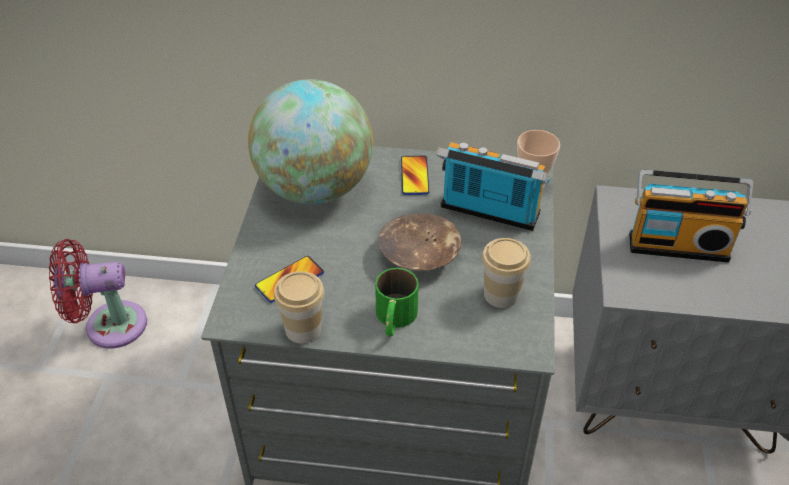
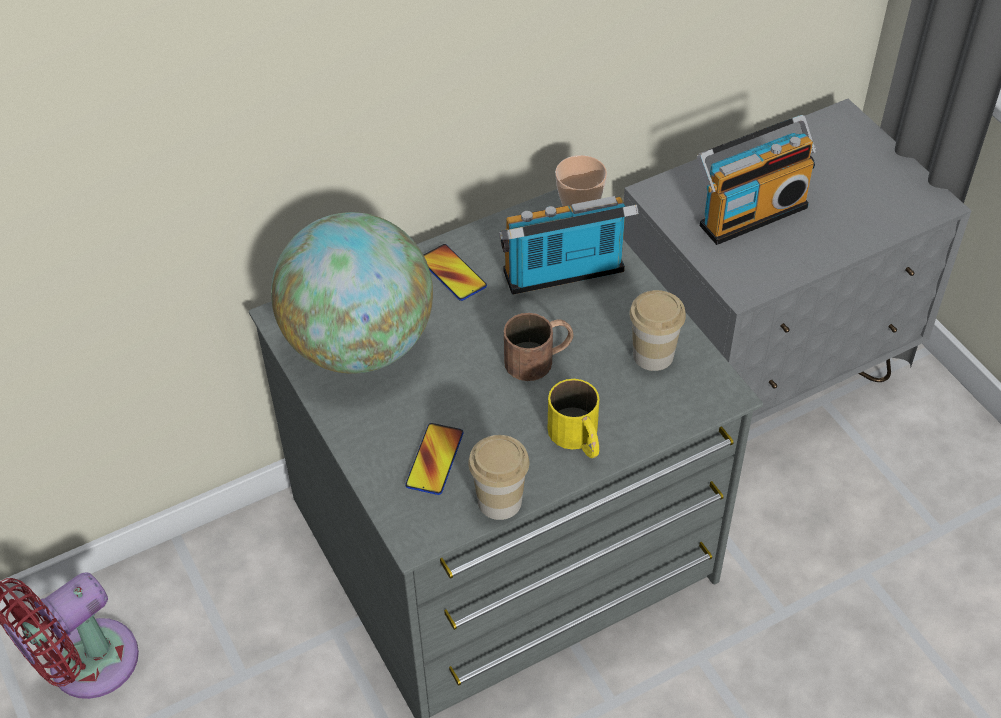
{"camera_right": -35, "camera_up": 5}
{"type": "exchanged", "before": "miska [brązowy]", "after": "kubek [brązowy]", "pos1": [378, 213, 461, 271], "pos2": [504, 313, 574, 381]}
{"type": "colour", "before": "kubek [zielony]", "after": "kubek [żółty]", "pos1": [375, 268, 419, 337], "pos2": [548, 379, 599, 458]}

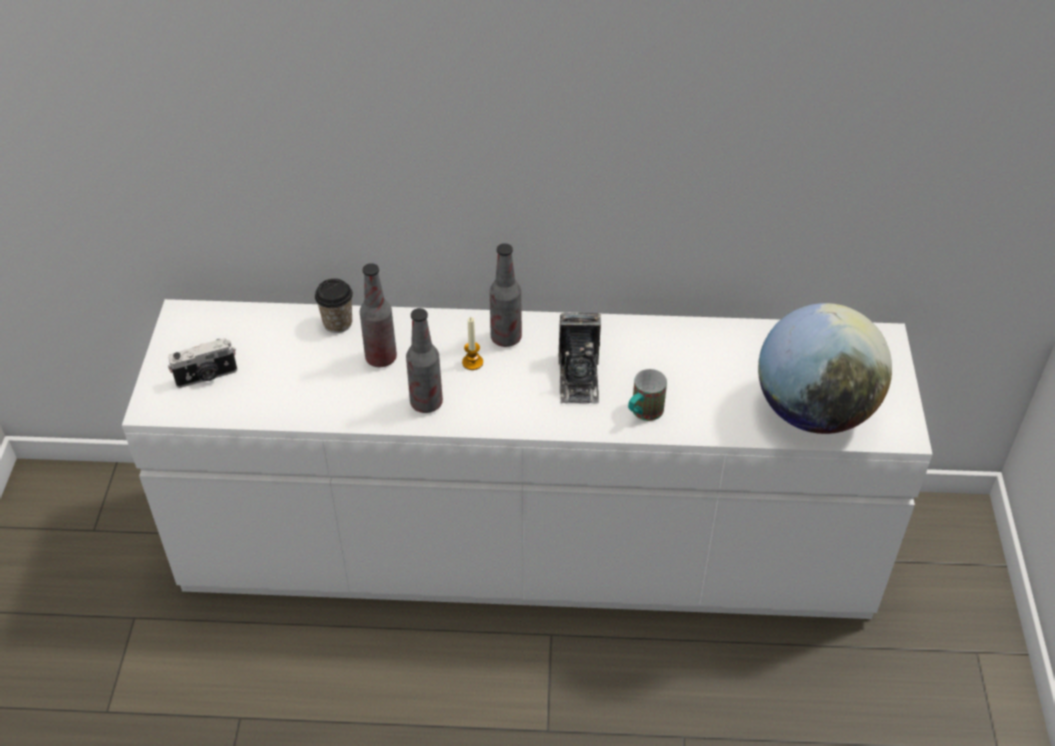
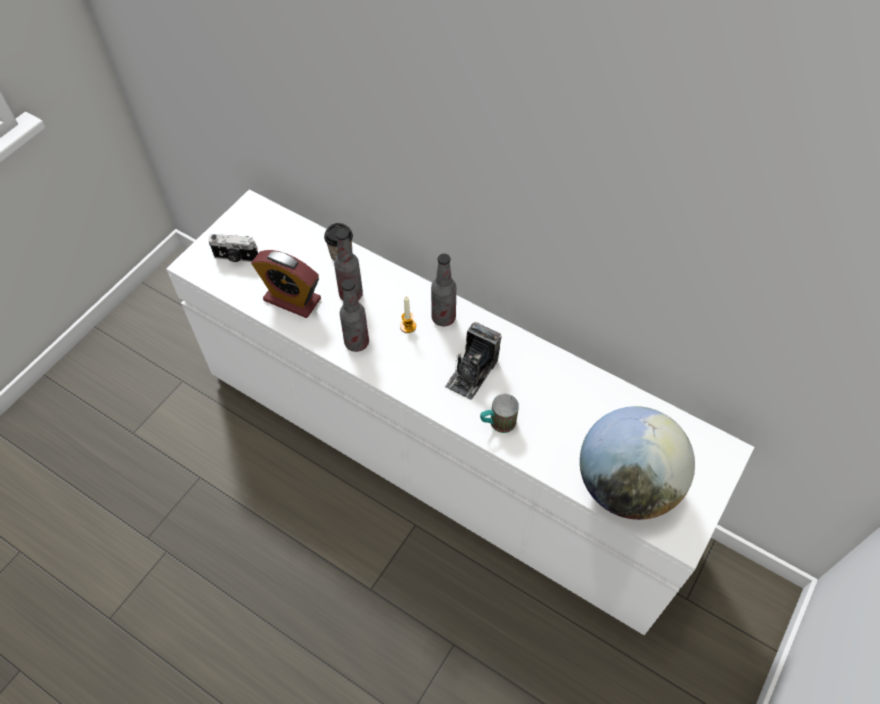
{"camera_right": 30, "camera_up": 10}
{"type": "appeared", "after": "budzik", "pos2": [251, 250, 321, 318]}

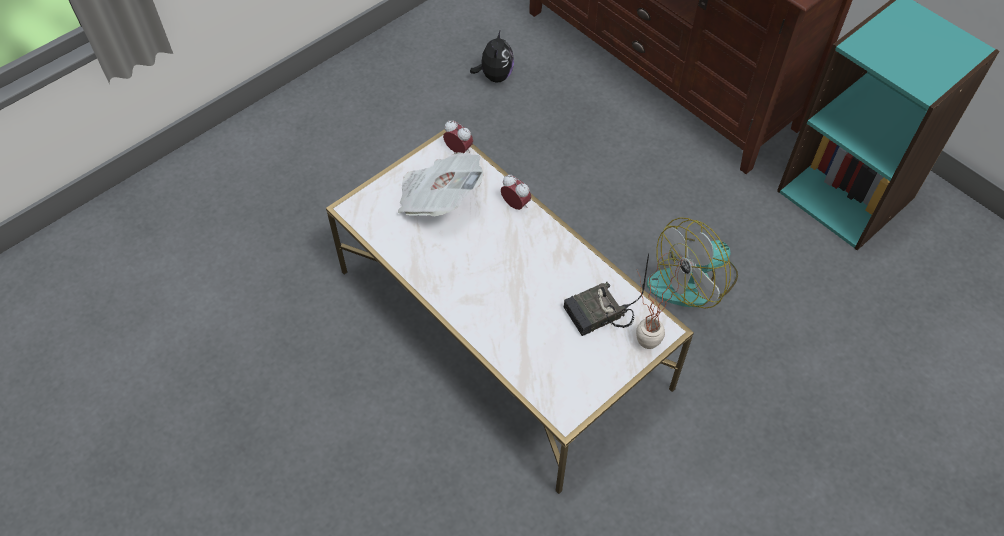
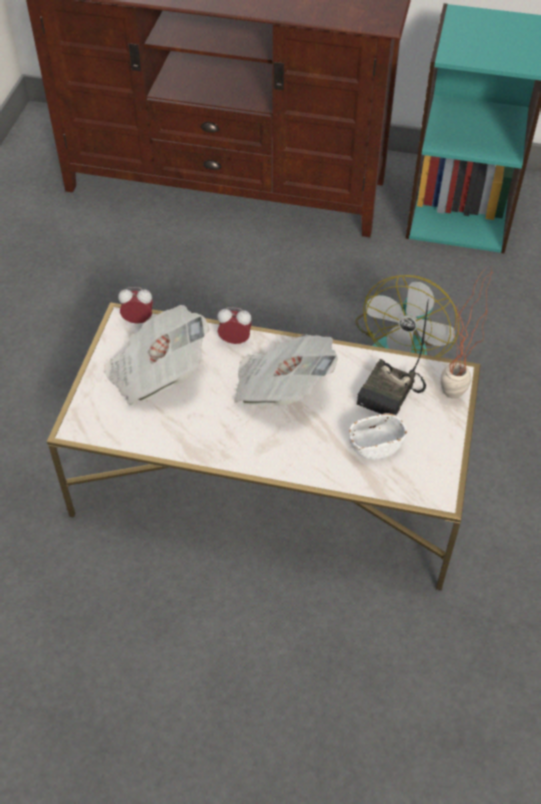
{"camera_right": -35, "camera_up": -5}
{"type": "missing", "before": "pluszak", "pos1": [470, 29, 514, 83]}
{"type": "appeared", "after": "gazeta", "pos2": [234, 334, 338, 406]}
{"type": "appeared", "after": "miska [biały]", "pos2": [349, 413, 407, 460]}

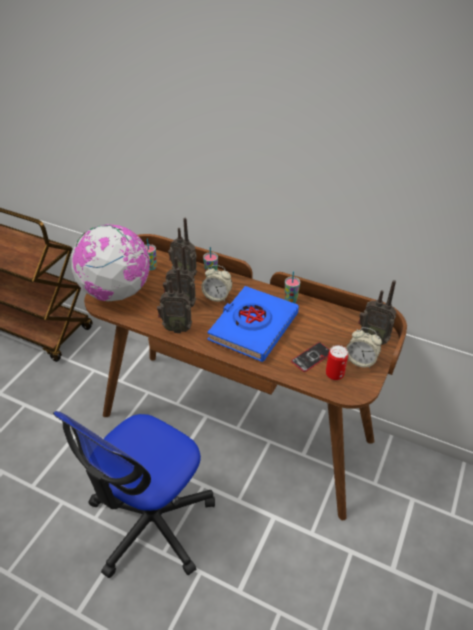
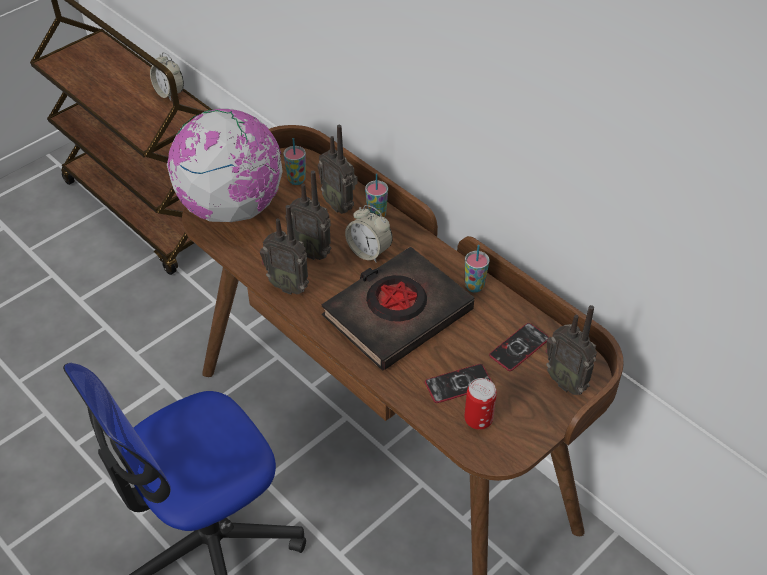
{"camera_right": 20, "camera_up": 5}
{"type": "colour", "before": "książka [niebieski]", "after": "książka [czarny]", "pos1": [207, 286, 299, 362], "pos2": [322, 246, 474, 370]}
{"type": "relocated", "before": "budzik", "pos1": [346, 327, 382, 368], "pos2": [150, 52, 184, 101]}
{"type": "appeared", "after": "telefon", "pos2": [489, 323, 549, 371]}

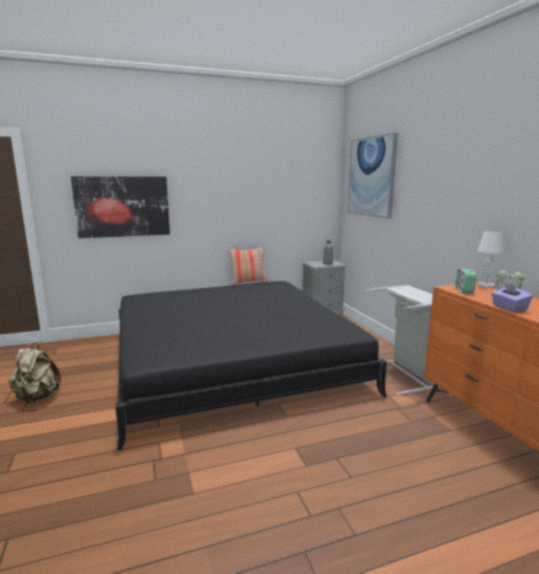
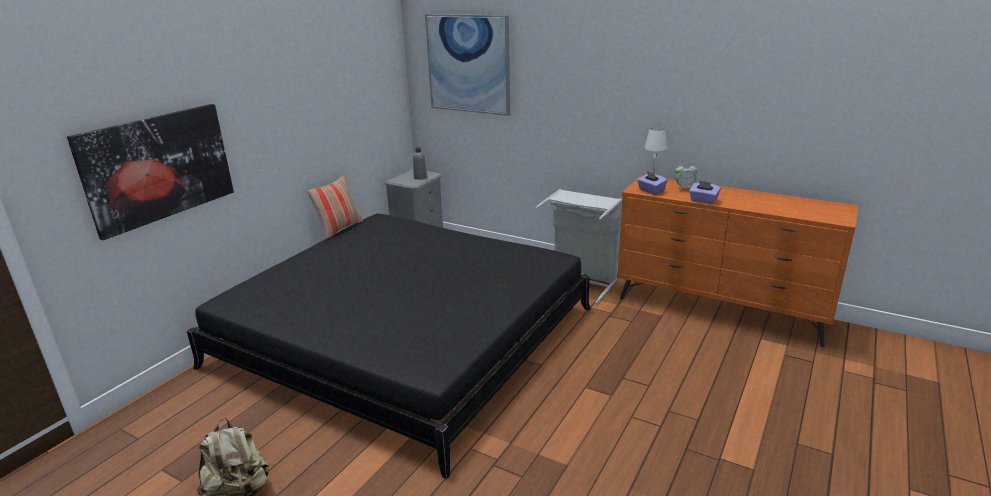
{"camera_right": -40, "camera_up": 10}
{"type": "exchanged", "before": "budzik", "after": "pudełko chusteczek [fioletowy]", "pos1": [455, 269, 477, 294], "pos2": [637, 171, 667, 194]}

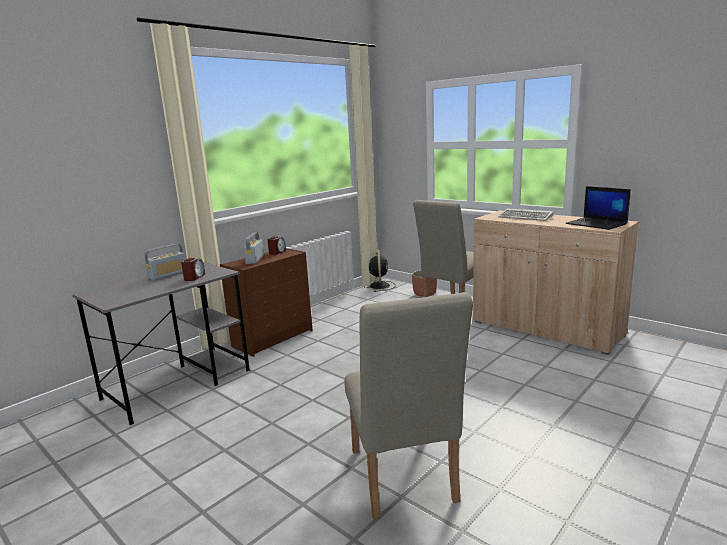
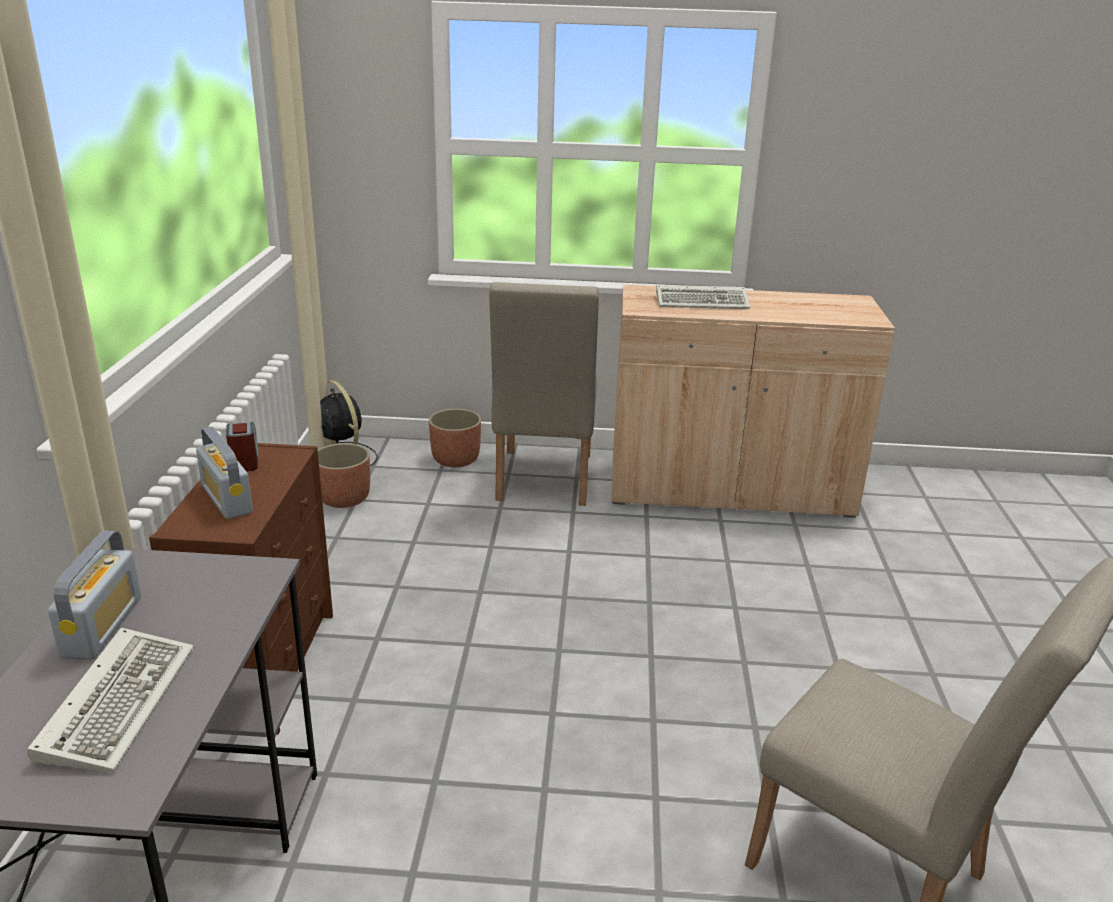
{"camera_right": -40, "camera_up": 10}
{"type": "missing", "before": "laptop", "pos1": [566, 186, 631, 230]}
{"type": "missing", "before": "budzik", "pos1": [181, 258, 205, 281]}
{"type": "appeared", "after": "donica", "pos2": [318, 443, 370, 508]}
{"type": "appeared", "after": "klawiatura", "pos2": [27, 628, 194, 772]}

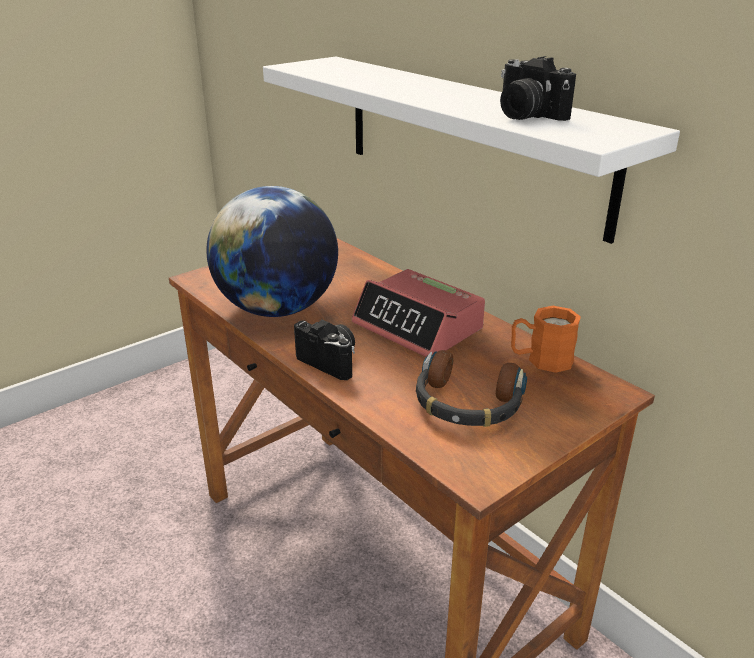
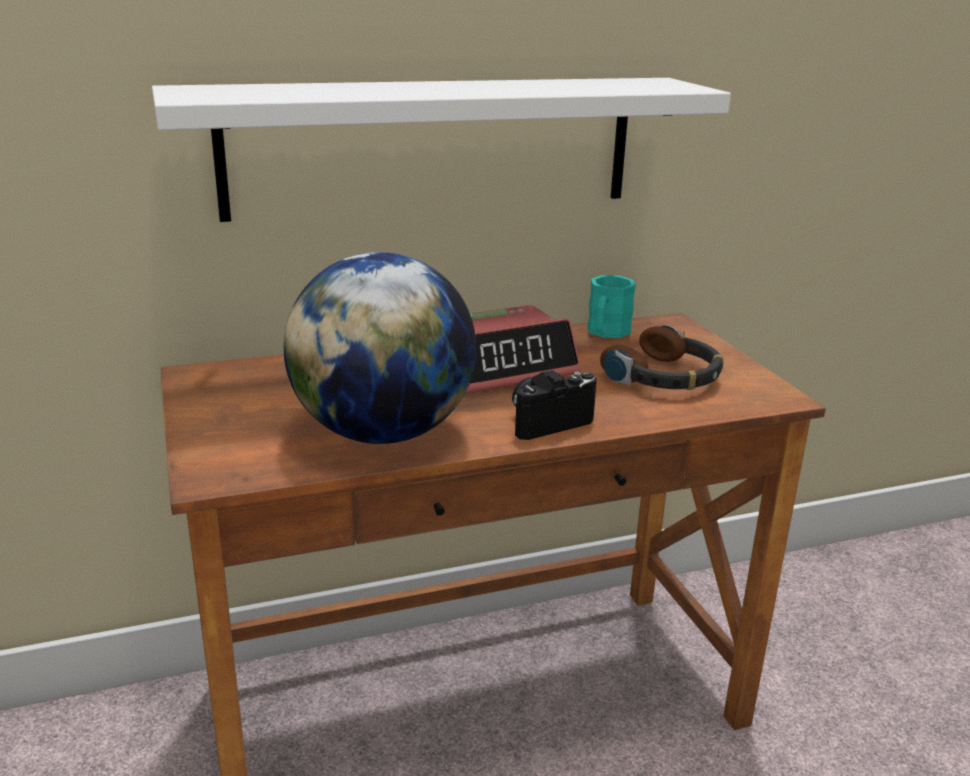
{"camera_right": -70, "camera_up": -5}
{"type": "missing", "before": "aparat fotograficzny", "pos1": [500, 56, 576, 121]}
{"type": "colour", "before": "kubek [pomarańczowy]", "after": "kubek [turkusowy]", "pos1": [511, 306, 581, 373], "pos2": [587, 275, 636, 338]}

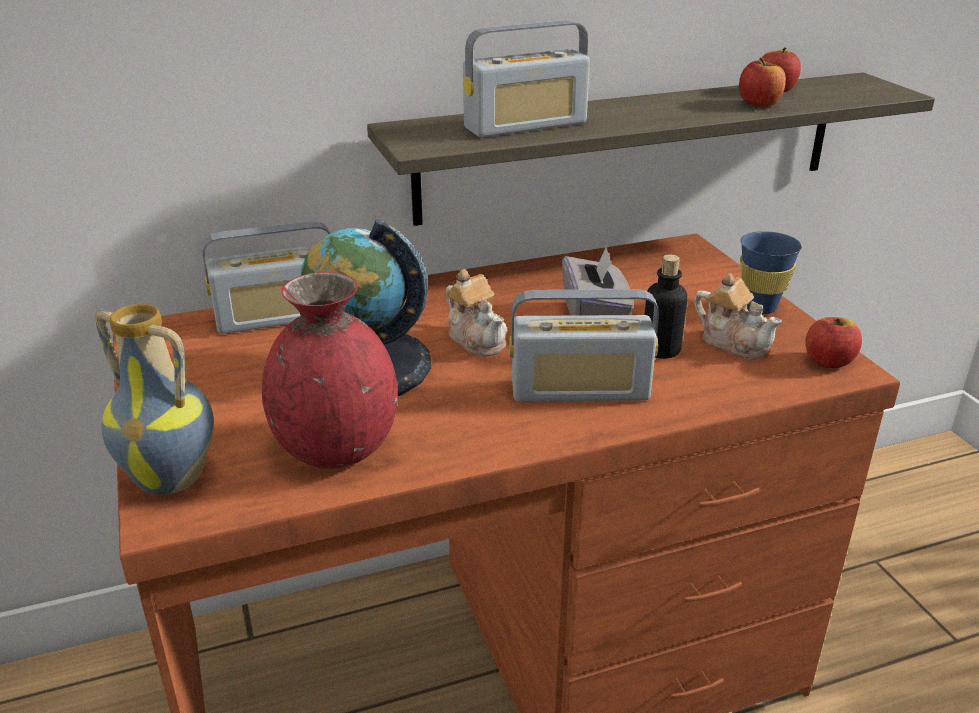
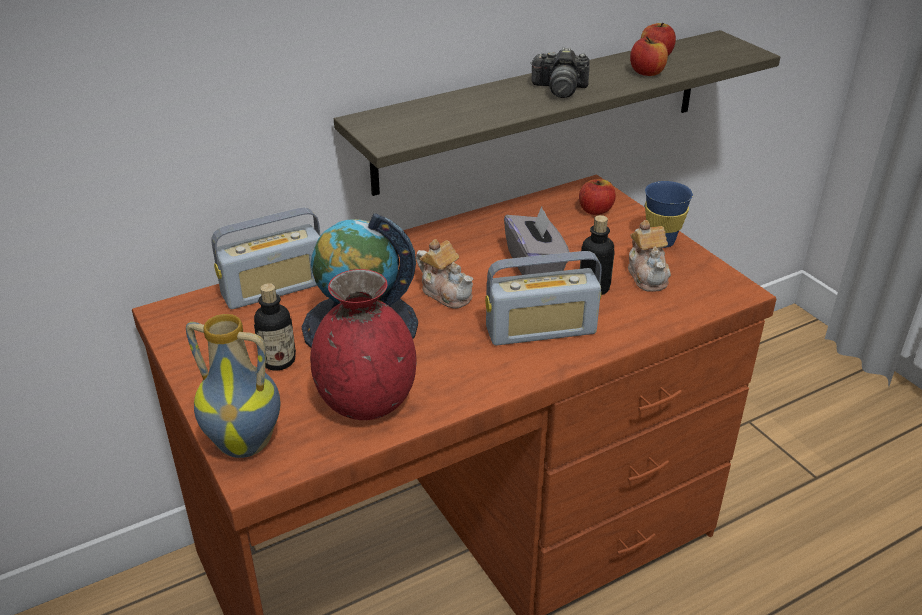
{"camera_right": -10, "camera_up": 5}
{"type": "missing", "before": "radio", "pos1": [463, 20, 590, 137]}
{"type": "spun", "before": "imbryk", "pos1": [694, 273, 782, 359], "pos2": [628, 220, 671, 292], "turn": 45}
{"type": "relocated", "before": "jabłko", "pos1": [805, 317, 862, 368], "pos2": [579, 179, 616, 215]}
{"type": "appeared", "after": "aparat fotograficzny", "pos2": [530, 47, 590, 98]}
{"type": "appeared", "after": "butelka", "pos2": [254, 283, 296, 371]}

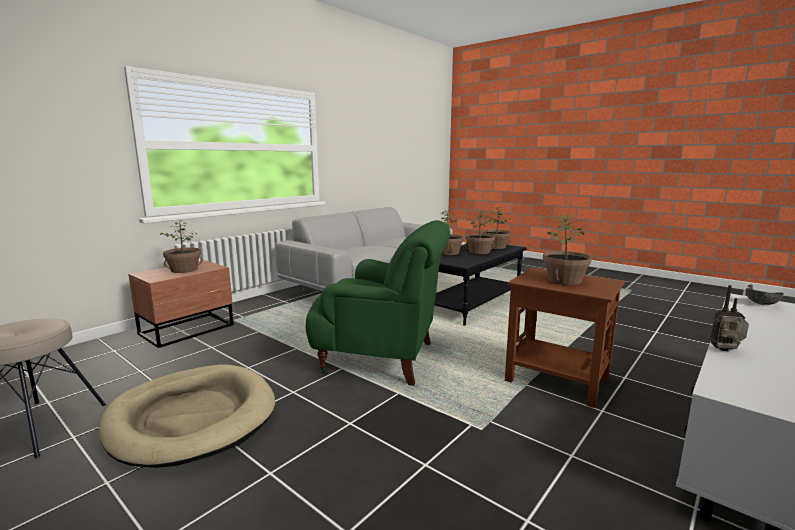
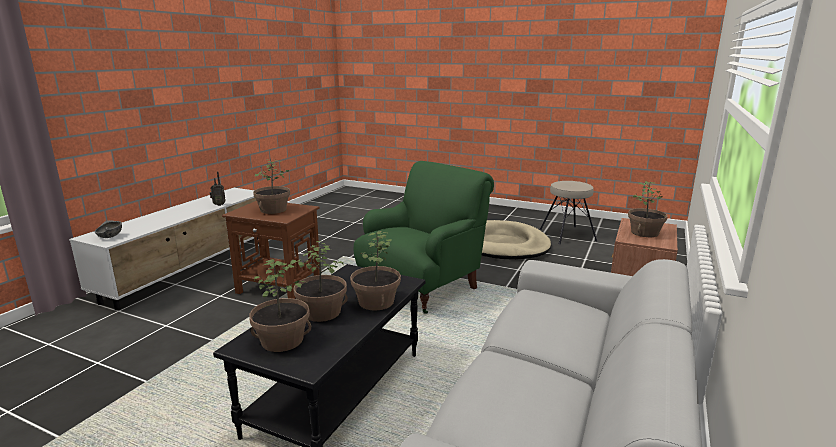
{"camera_right": 165, "camera_up": 5}
{"type": "spun", "before": "fotel [zielony]", "pos1": [306, 220, 450, 386], "pos2": [354, 161, 494, 314], "turn": 135}

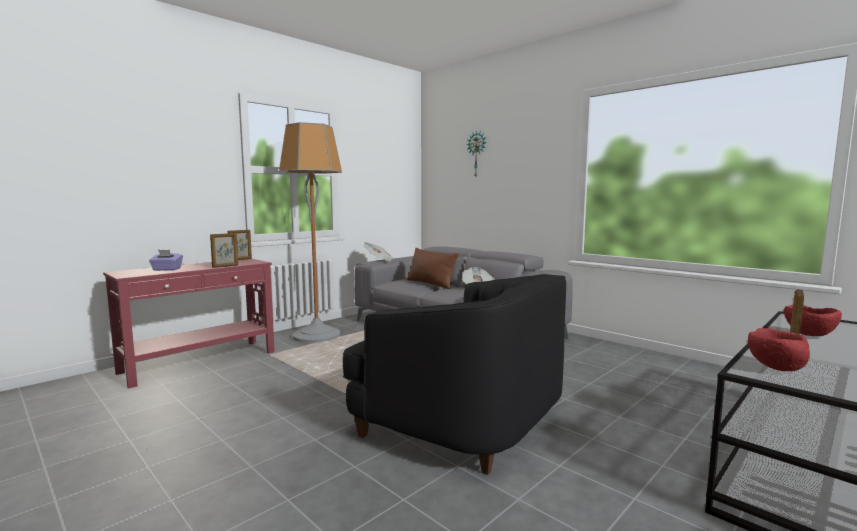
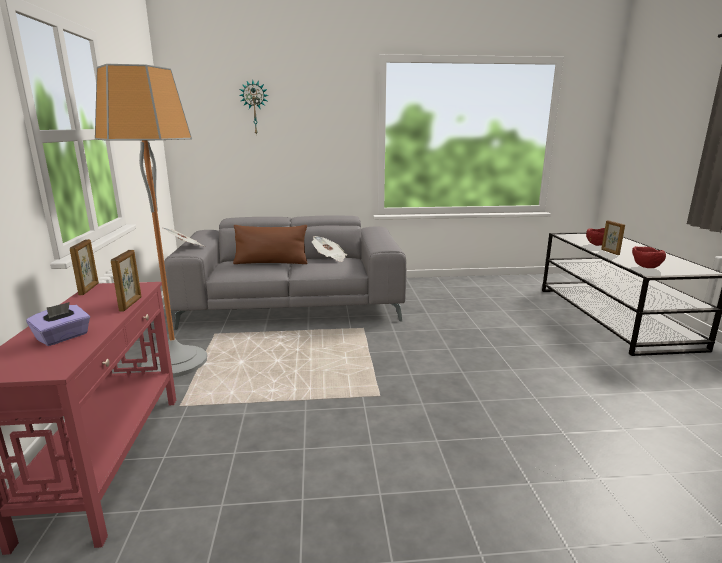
{"camera_right": -50, "camera_up": 10}
{"type": "missing", "before": "fotel [czarny]", "pos1": [343, 274, 566, 475]}

